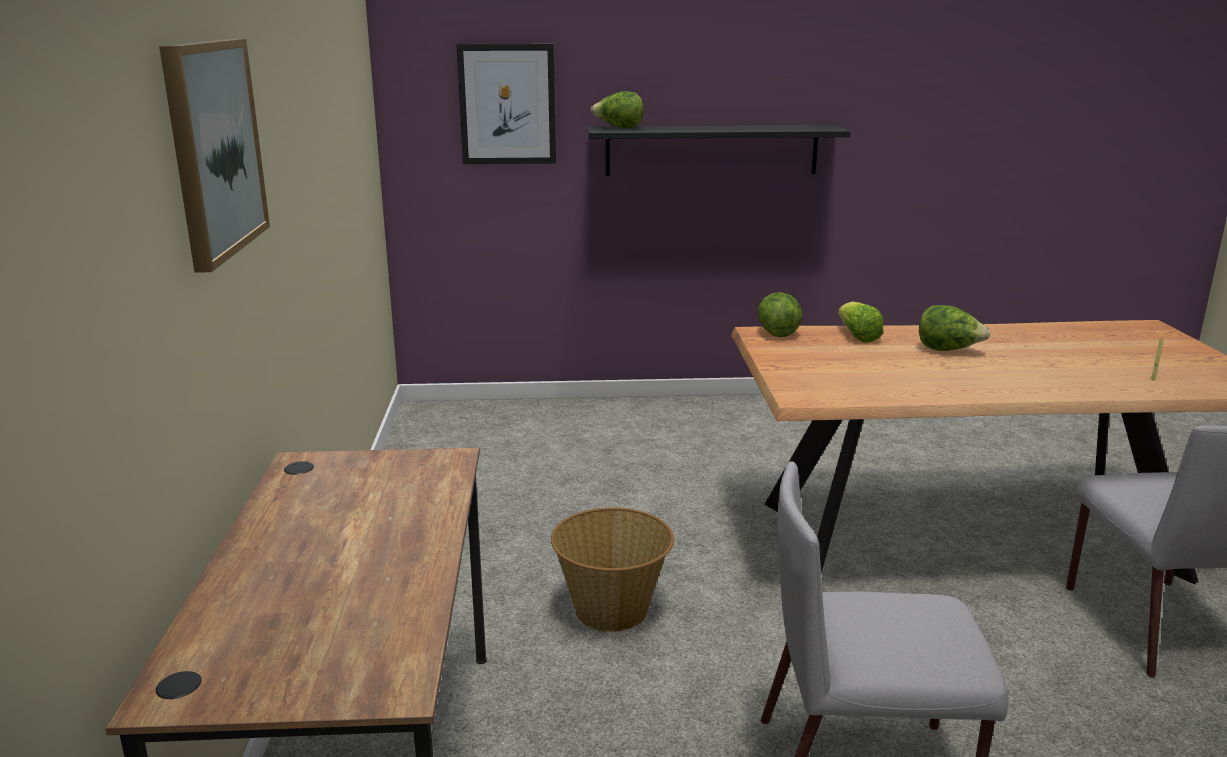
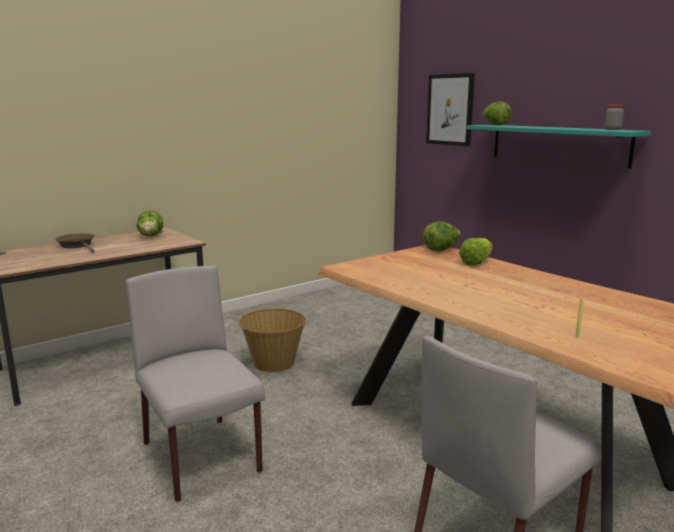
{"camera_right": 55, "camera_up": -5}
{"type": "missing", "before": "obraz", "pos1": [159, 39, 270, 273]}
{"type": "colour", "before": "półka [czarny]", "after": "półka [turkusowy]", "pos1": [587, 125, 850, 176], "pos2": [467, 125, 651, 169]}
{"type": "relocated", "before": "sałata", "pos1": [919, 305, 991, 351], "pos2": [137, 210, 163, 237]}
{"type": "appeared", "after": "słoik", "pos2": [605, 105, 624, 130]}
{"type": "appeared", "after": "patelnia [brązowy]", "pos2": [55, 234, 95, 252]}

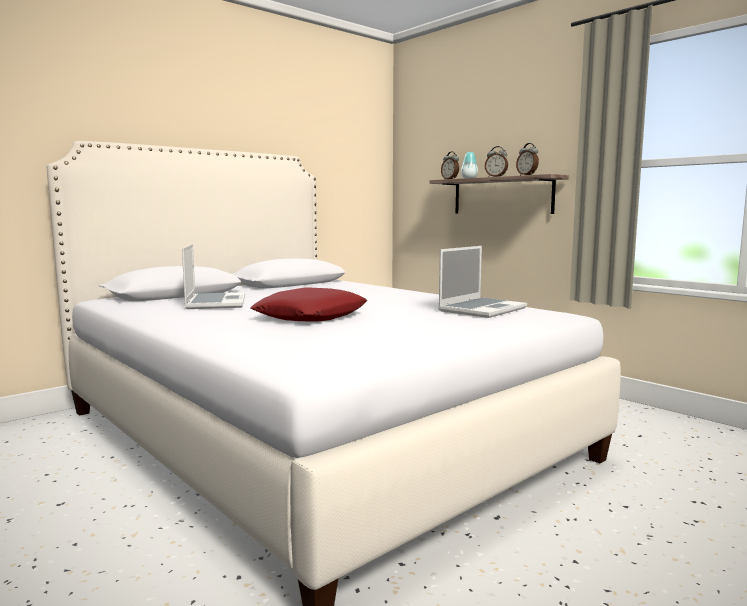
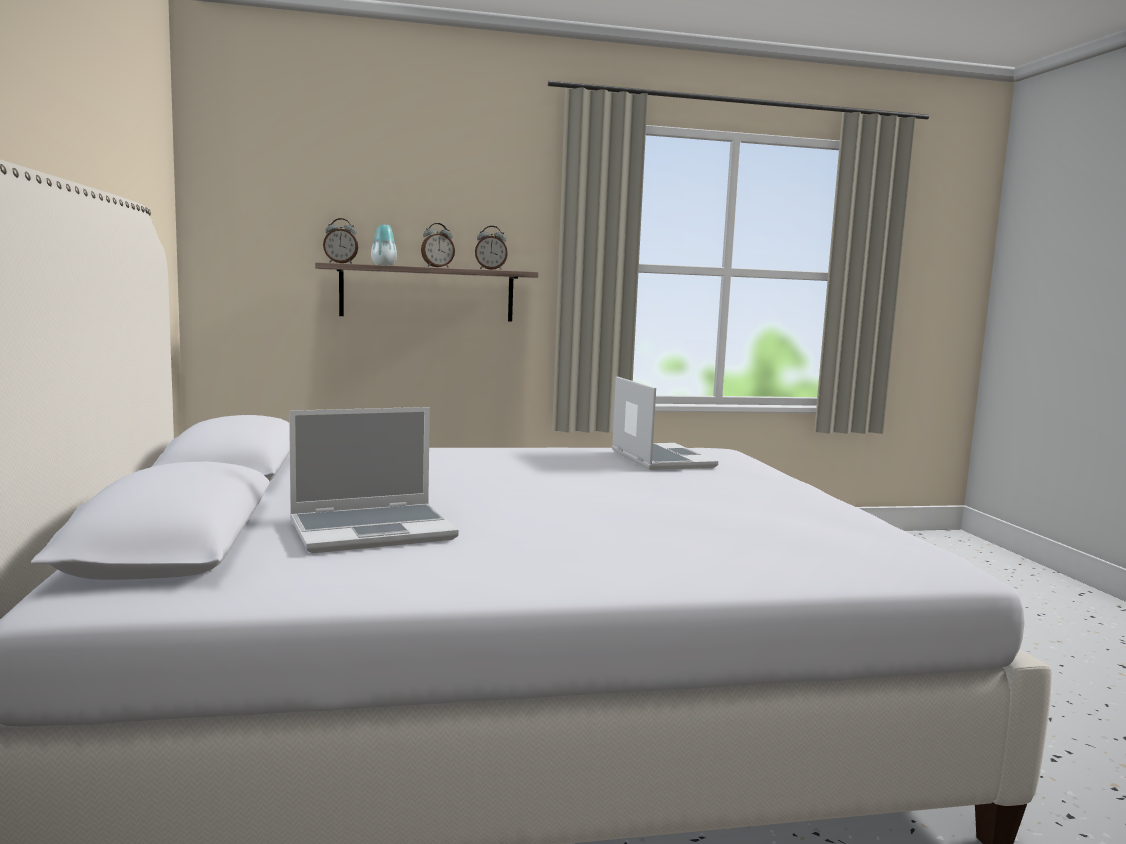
{"camera_right": -60, "camera_up": 0}
{"type": "spun", "before": "laptop", "pos1": [182, 244, 245, 309], "pos2": [289, 407, 459, 554], "turn": 135}
{"type": "missing", "before": "poduszka [czerwony]", "pos1": [250, 287, 367, 322]}

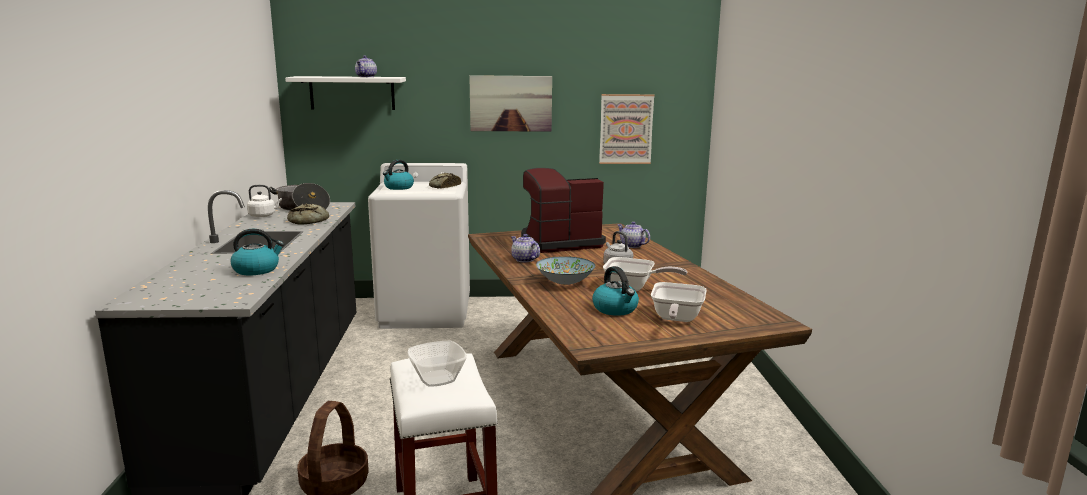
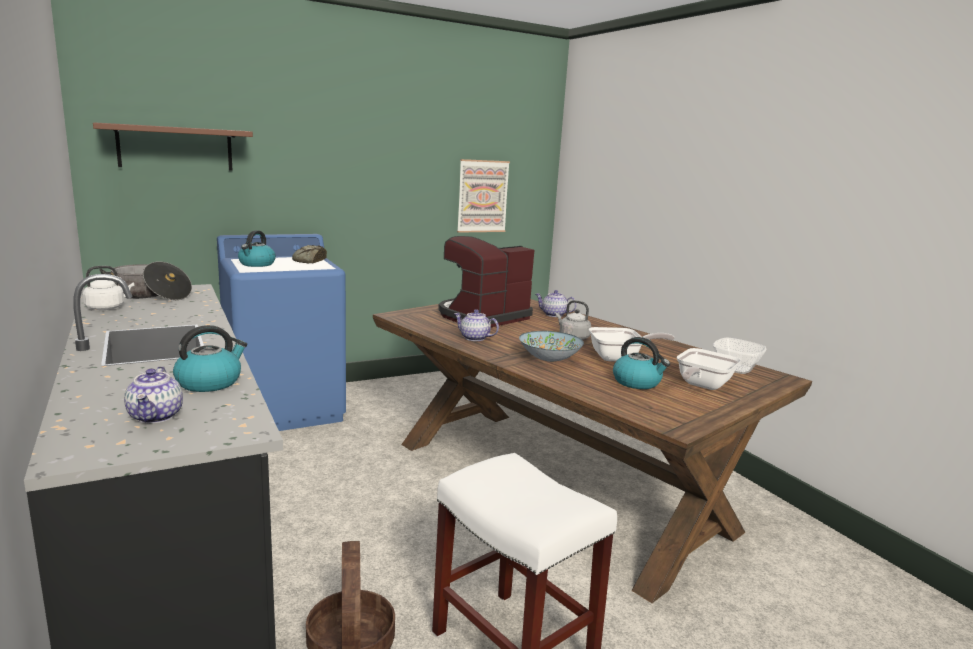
{"camera_right": -25, "camera_up": 0}
{"type": "relocated", "before": "imbryk", "pos1": [355, 55, 377, 77], "pos2": [124, 366, 183, 423]}
{"type": "missing", "before": "obraz", "pos1": [469, 75, 552, 132]}
{"type": "colour", "before": "półka [biały]", "after": "półka [brązowy]", "pos1": [285, 76, 406, 110], "pos2": [93, 123, 253, 171]}
{"type": "colour", "before": "pralka [biały]", "after": "pralka [niebieski]", "pos1": [368, 163, 470, 329], "pos2": [217, 234, 346, 431]}
{"type": "missing", "before": "chleb", "pos1": [287, 204, 329, 224]}
{"type": "spun", "before": "patelnia", "pos1": [651, 282, 707, 322], "pos2": [677, 348, 741, 390], "turn": 45}
{"type": "relocated", "before": "miska", "pos1": [407, 341, 467, 387], "pos2": [713, 337, 767, 374]}

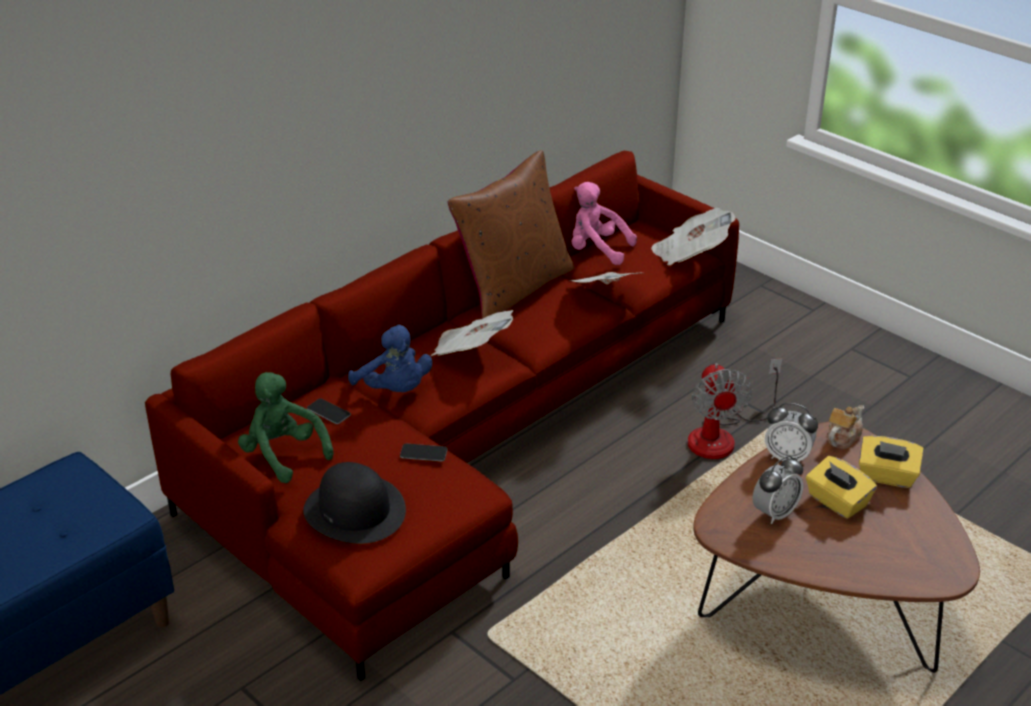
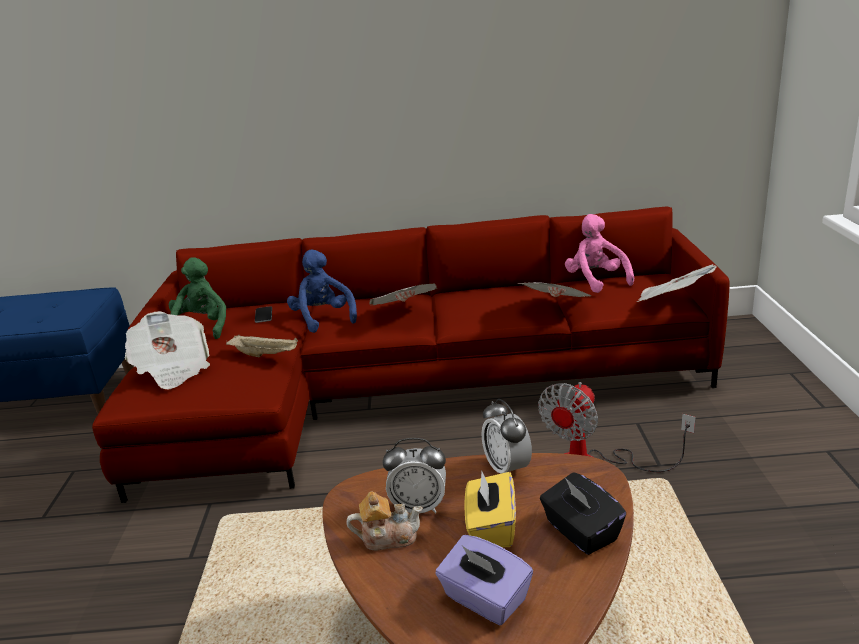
{"camera_right": 45, "camera_up": -10}
{"type": "missing", "before": "poduszka [brązowy]", "pos1": [448, 150, 574, 319]}
{"type": "spun", "before": "pluszak [niebieski]", "pos1": [348, 324, 433, 392], "pos2": [287, 250, 357, 333], "turn": 150}
{"type": "relocated", "before": "imbryk", "pos1": [827, 405, 864, 449], "pos2": [346, 492, 423, 550]}
{"type": "colour", "before": "pudełko chusteczek [żółty]", "after": "pudełko chusteczek [czarny]", "pos1": [859, 436, 924, 488], "pos2": [540, 472, 626, 555]}
{"type": "exchanged", "before": "telefon", "after": "taca [beżowy]", "pos1": [400, 443, 447, 461], "pos2": [226, 335, 298, 357]}
{"type": "exchanged", "before": "kapelusz [czarny]", "after": "gazeta", "pos1": [303, 462, 406, 544], "pos2": [125, 311, 210, 389]}
{"type": "appeared", "after": "pudełko chusteczek [fioletowy]", "pos2": [435, 535, 533, 625]}

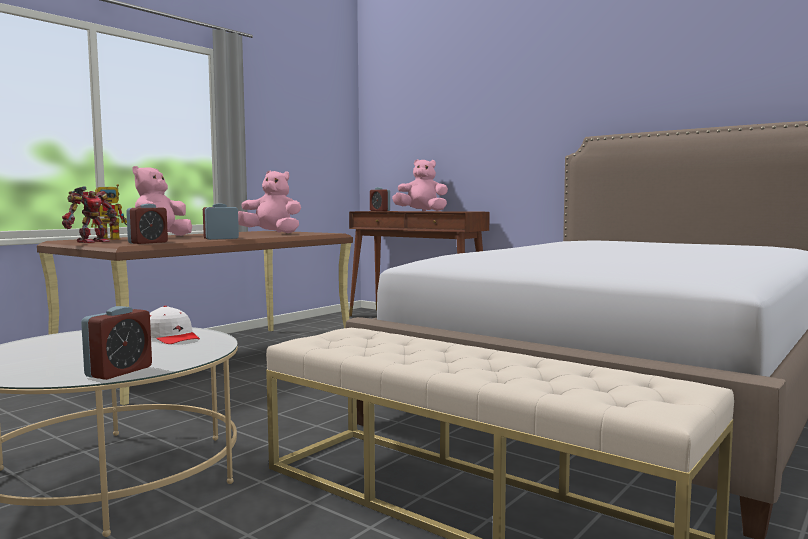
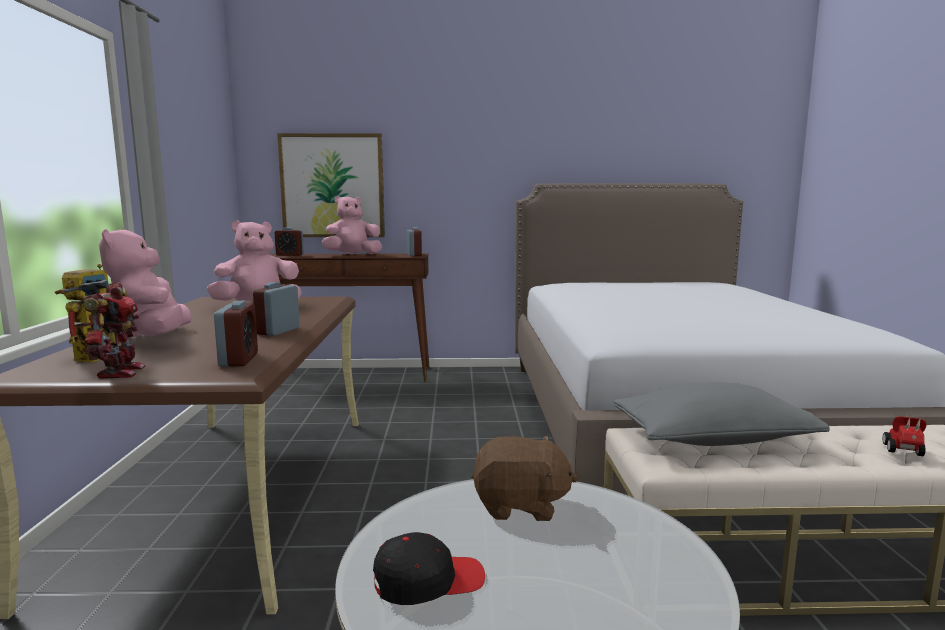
{"camera_right": -40, "camera_up": 5}
{"type": "relocated", "before": "budzik", "pos1": [81, 306, 152, 380], "pos2": [406, 227, 422, 256]}
{"type": "exchanged", "before": "czapka z daszkiem [biały]", "after": "pluszak [brązowy]", "pos1": [150, 306, 200, 344], "pos2": [471, 435, 578, 521]}
{"type": "appeared", "after": "obraz", "pos2": [277, 133, 385, 237]}
{"type": "appeared", "after": "poduszka [szary]", "pos2": [614, 382, 830, 446]}
{"type": "appeared", "after": "samochodzik", "pos2": [883, 416, 927, 456]}
{"type": "appeared", "after": "czapka z daszkiem [czarny]", "pos2": [373, 532, 485, 605]}

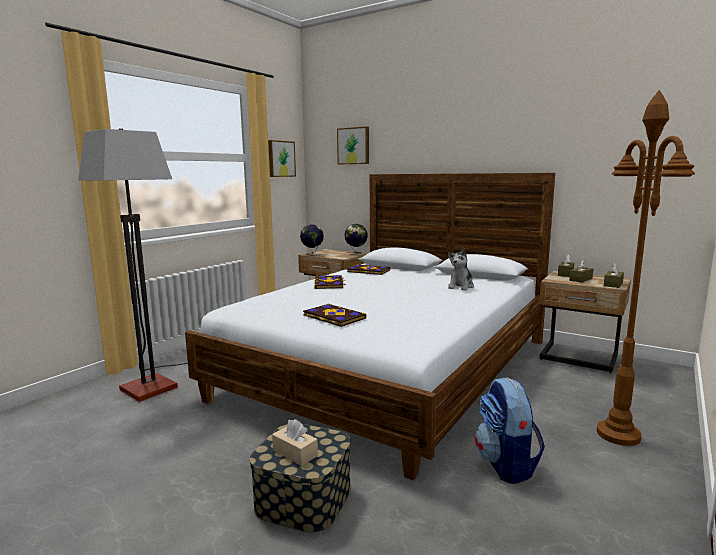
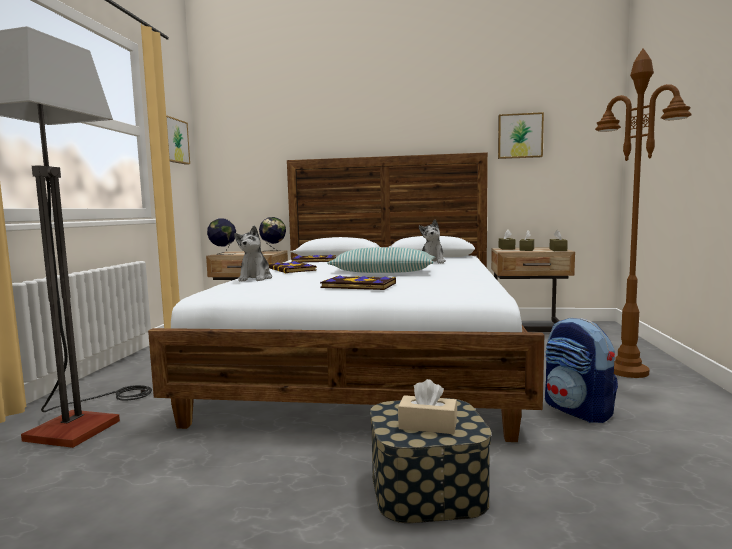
{"camera_right": -25, "camera_up": -5}
{"type": "relocated", "before": "obraz", "pos1": [337, 126, 369, 164], "pos2": [498, 112, 544, 159]}
{"type": "appeared", "after": "pluszak", "pos2": [234, 226, 272, 282]}
{"type": "appeared", "after": "poduszka", "pos2": [327, 247, 435, 273]}

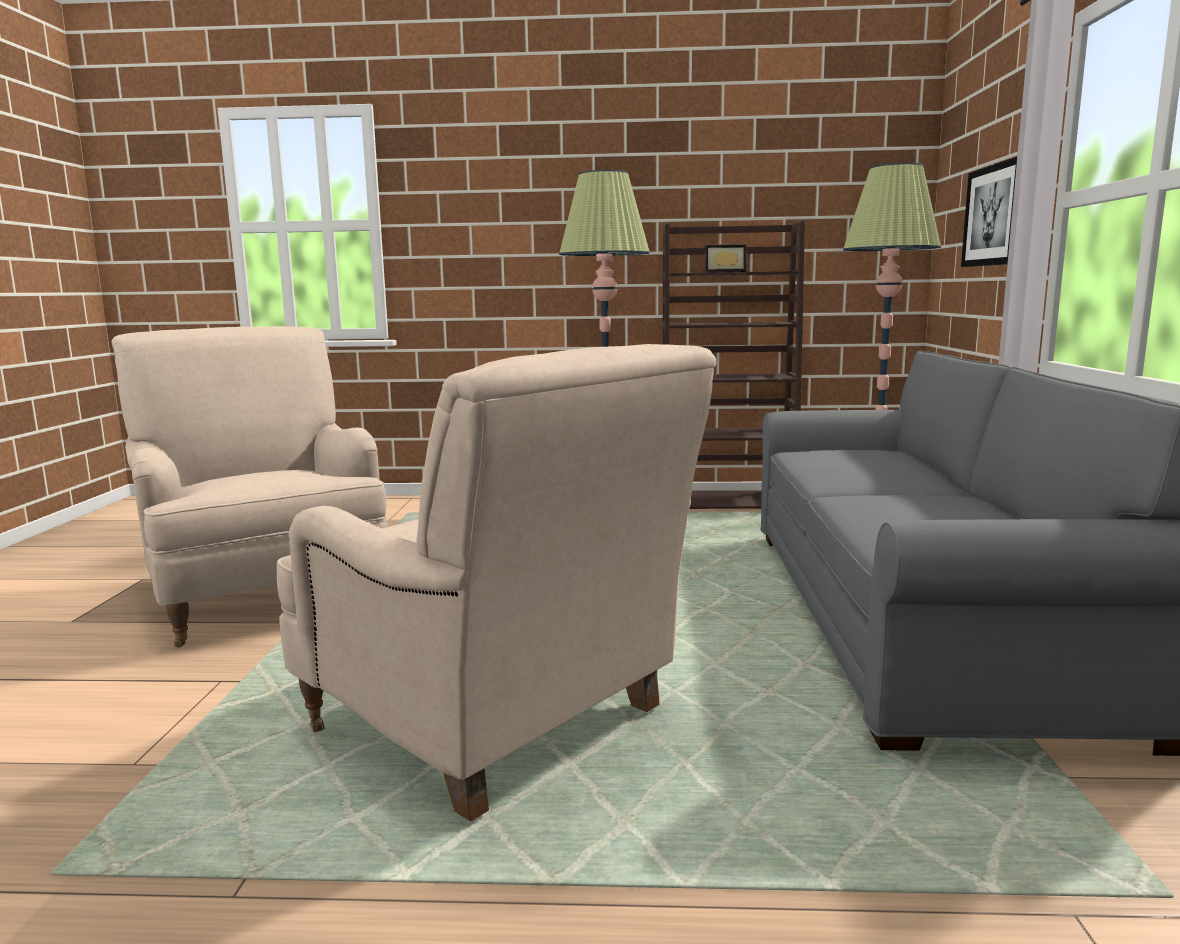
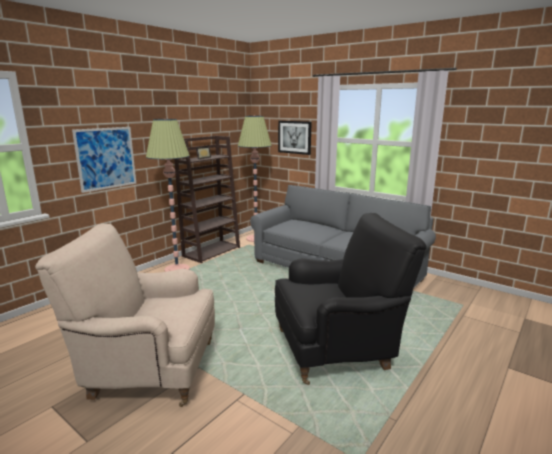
{"camera_right": -55, "camera_up": 5}
{"type": "colour", "before": "fotel [beżowy]", "after": "fotel [czarny]", "pos1": [277, 344, 716, 821], "pos2": [275, 213, 427, 385]}
{"type": "appeared", "after": "obraz", "pos2": [72, 127, 136, 193]}

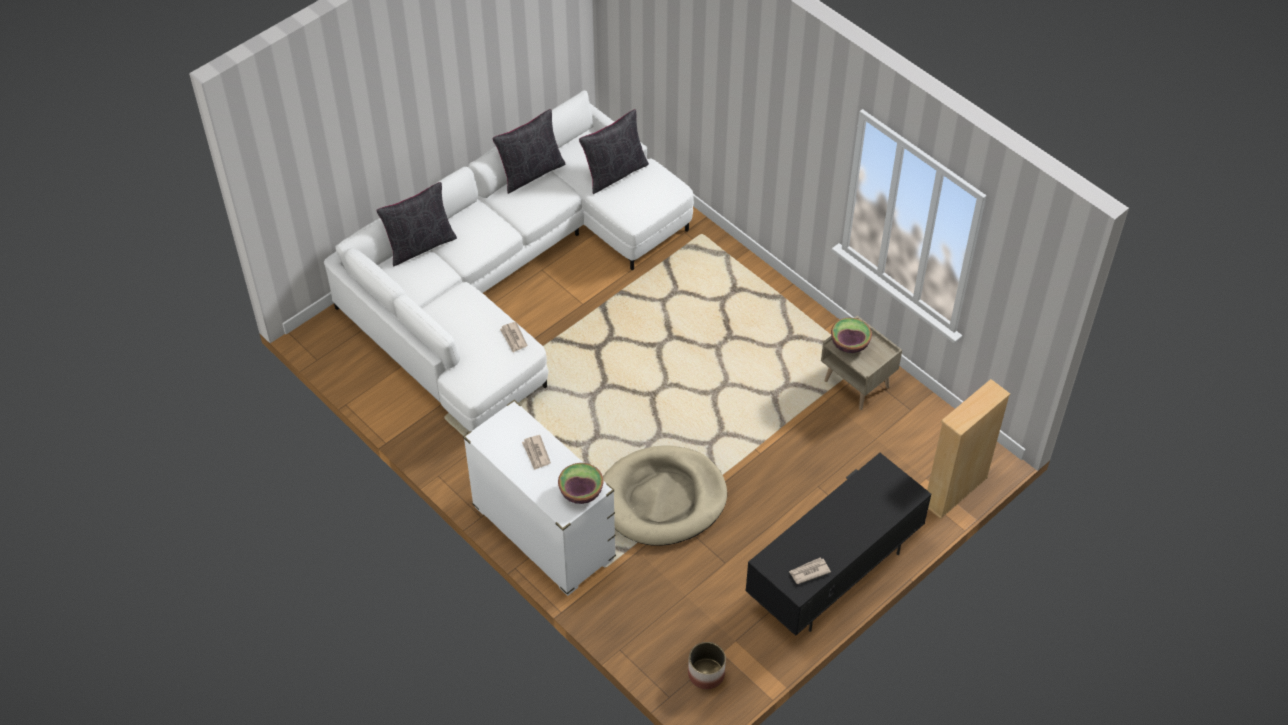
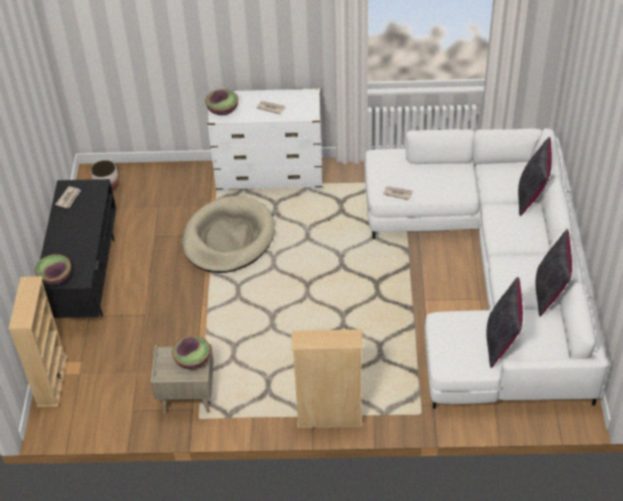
{"camera_right": 135, "camera_up": -5}
{"type": "appeared", "after": "miska", "pos2": [35, 254, 71, 285]}
{"type": "appeared", "after": "regał [beżowy]", "pos2": [292, 329, 363, 428]}

